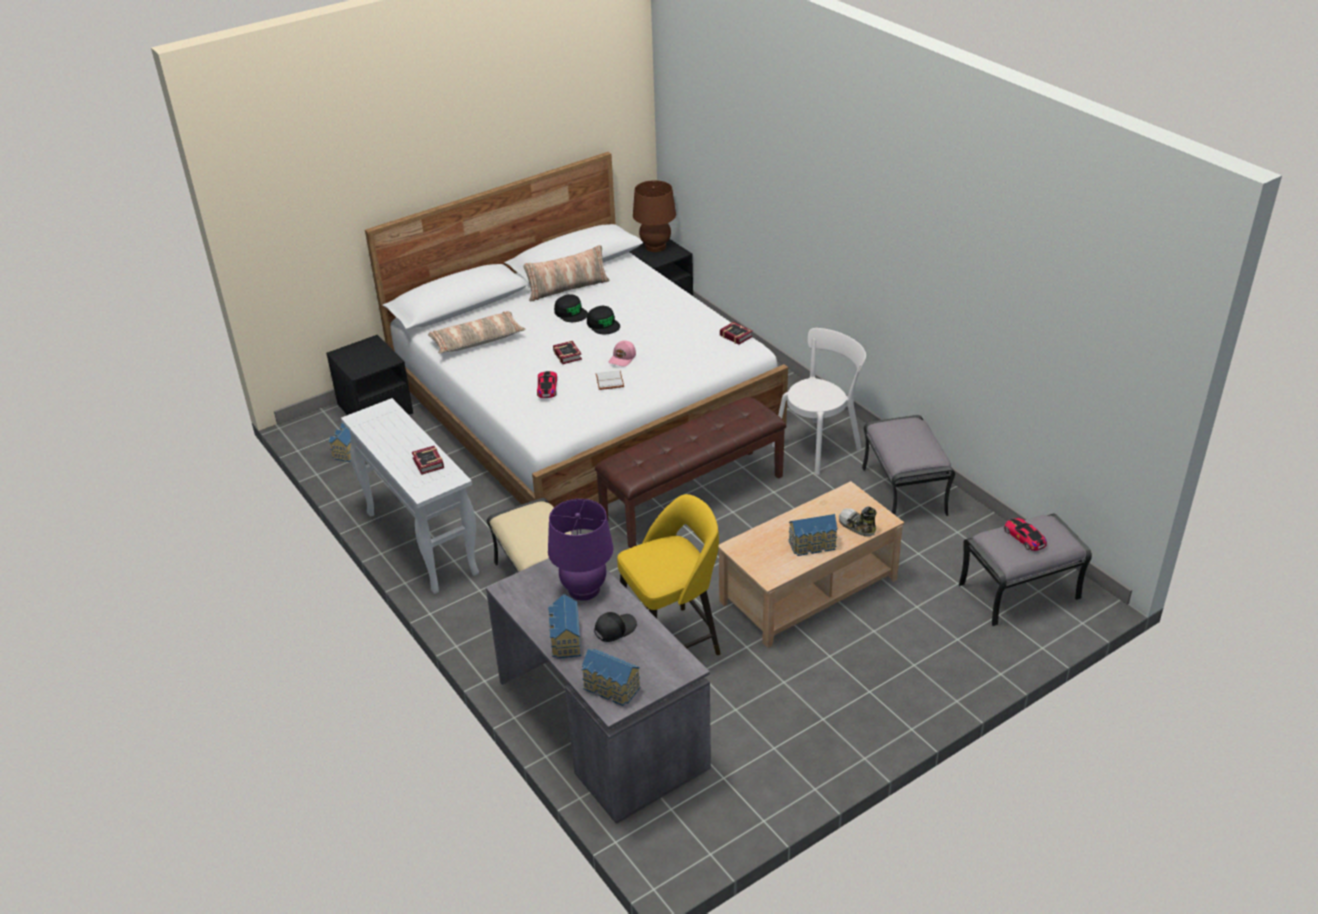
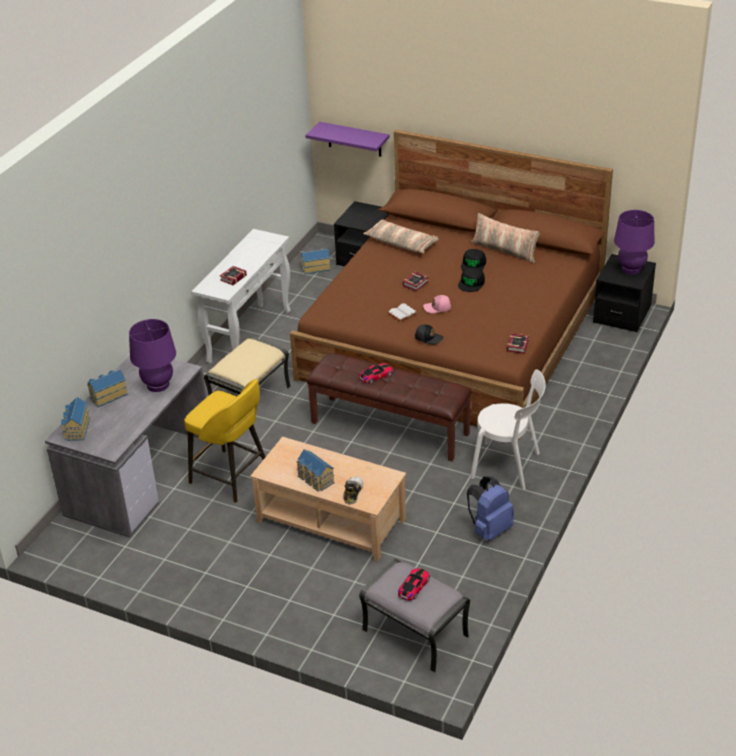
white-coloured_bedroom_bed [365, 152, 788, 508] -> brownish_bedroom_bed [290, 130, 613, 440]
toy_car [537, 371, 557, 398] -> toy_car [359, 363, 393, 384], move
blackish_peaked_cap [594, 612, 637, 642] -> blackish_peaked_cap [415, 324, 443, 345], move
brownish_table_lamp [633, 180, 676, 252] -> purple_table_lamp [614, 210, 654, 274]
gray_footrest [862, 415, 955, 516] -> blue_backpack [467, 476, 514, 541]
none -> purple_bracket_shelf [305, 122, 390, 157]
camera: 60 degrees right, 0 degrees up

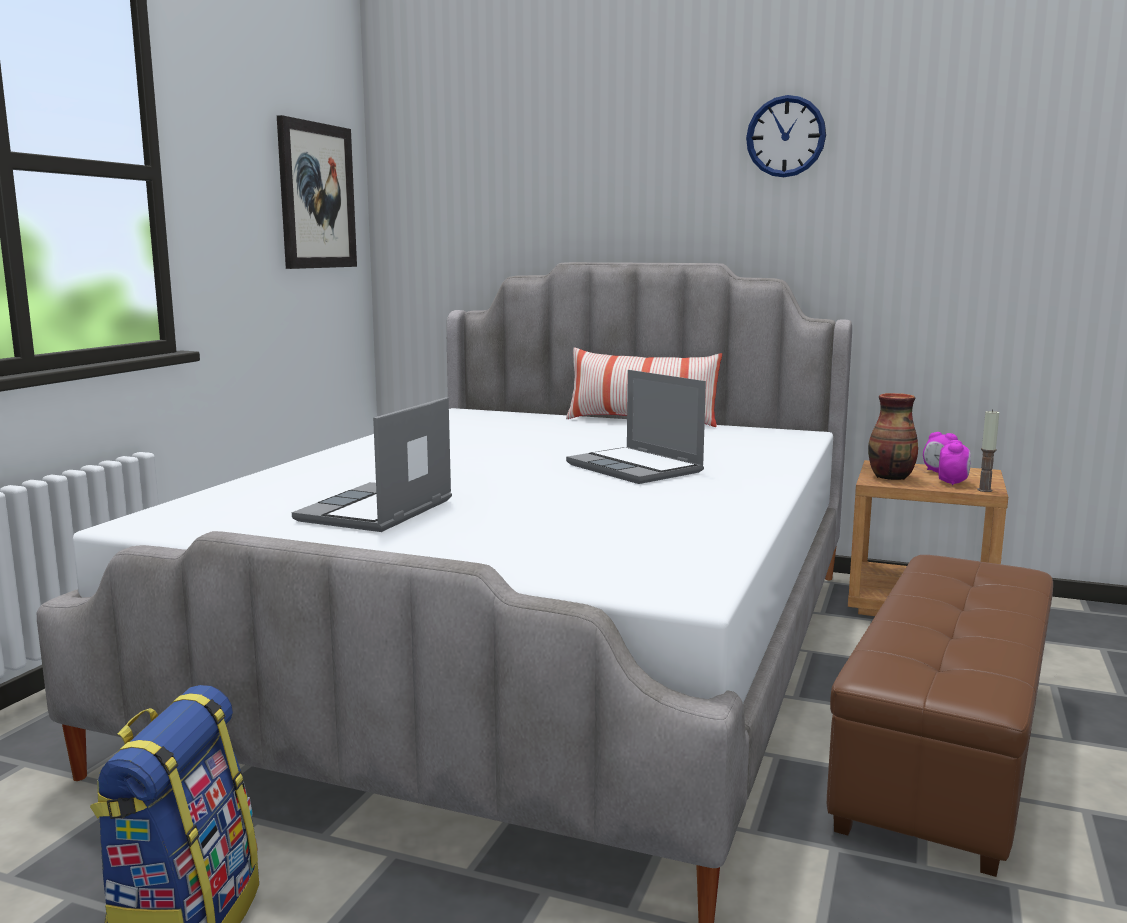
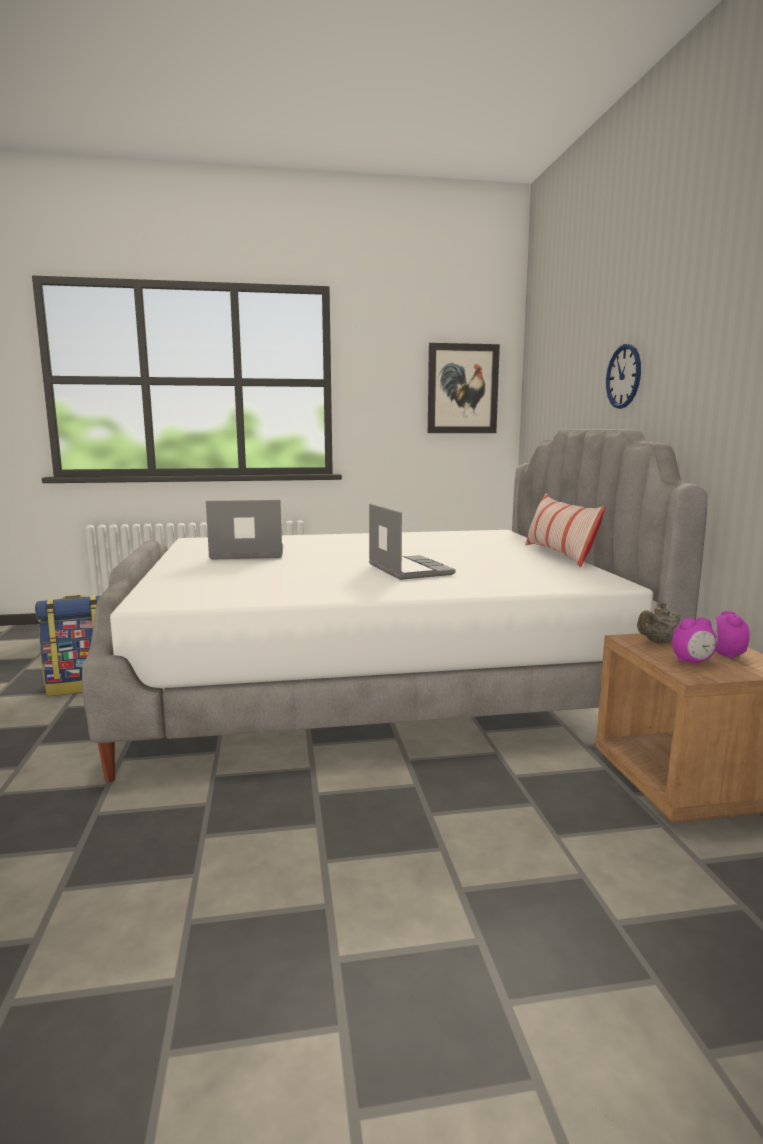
portable_computer [566, 370, 706, 484] -> portable_computer [369, 504, 456, 580], 135 degrees clockwise
clock_on_the_wall [746, 95, 826, 177] -> clock_on_the_wall [606, 344, 641, 409], move
brownish_footrest [827, 555, 1053, 877] -> none
decorative_vase [868, 393, 918, 480] -> sand-coloured_tea_pot [637, 602, 680, 644]
wax_candle [977, 409, 999, 492] -> none
camera: 60 degrees right, 0 degrees up

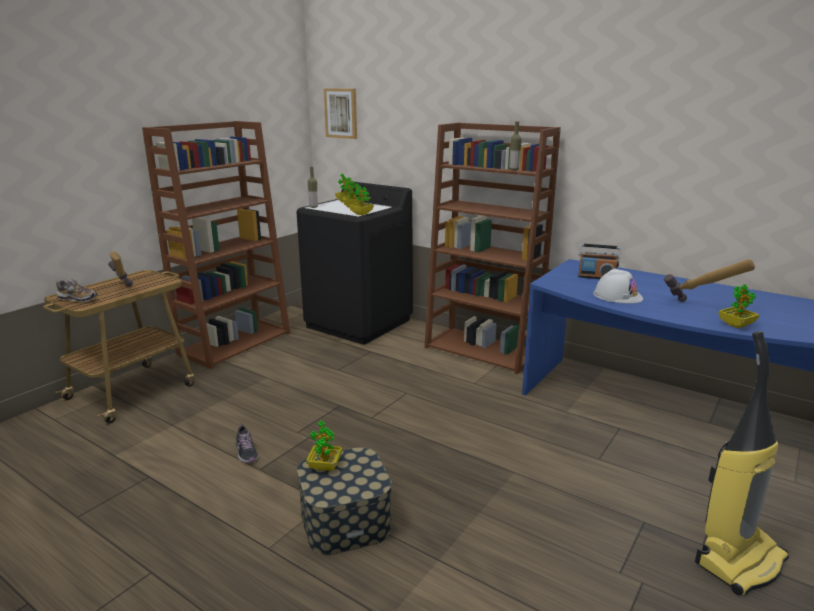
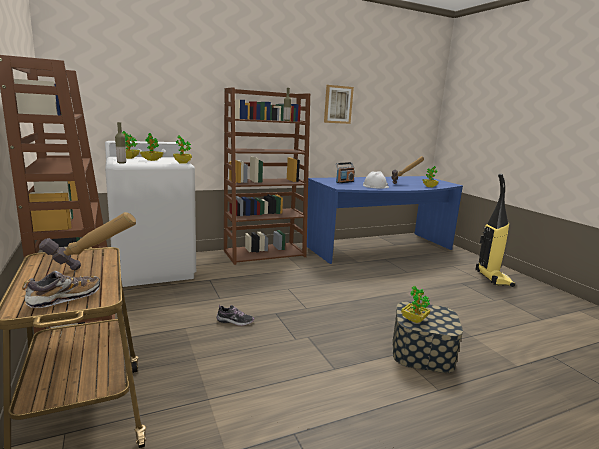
shoe [236, 423, 258, 463] -> shoe [216, 304, 254, 326], move
blackish_laundry_appliance [297, 182, 413, 345] -> white-coloured_laundry_appliance [105, 141, 196, 287]
wall_art [324, 88, 357, 139] -> wall_art [324, 85, 354, 124], move
camera: 60 degrees left, 5 degrees down

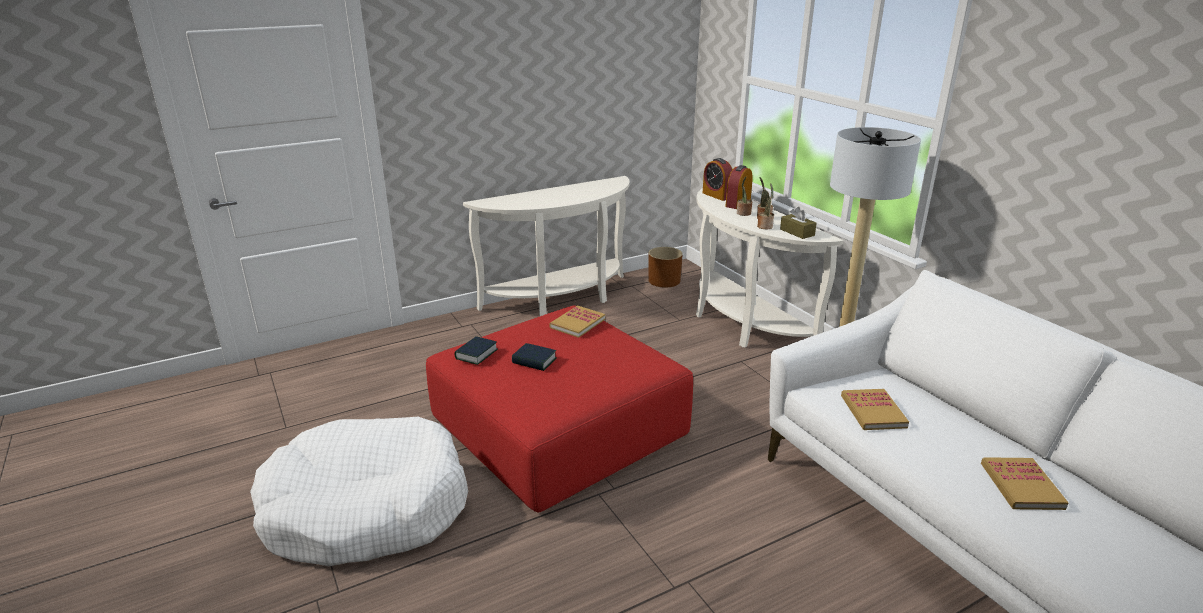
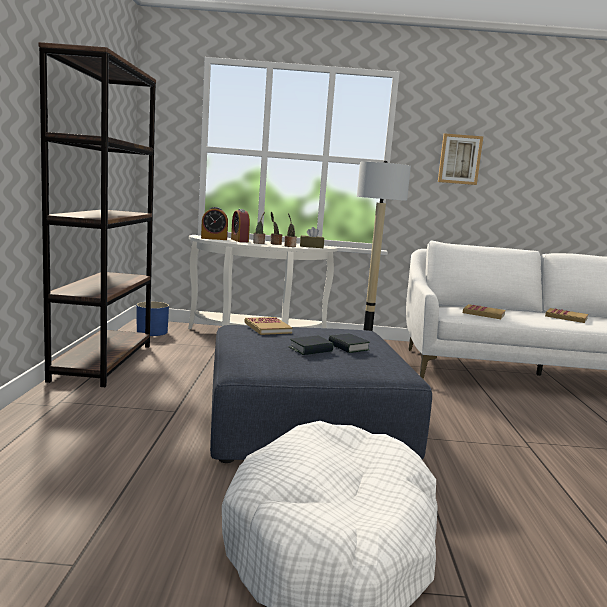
reddish_footrest [426, 306, 693, 513] -> blue_footrest [210, 325, 432, 463]
book [455, 336, 498, 365] -> book [328, 333, 370, 353], move
white-coloured_narrow_table [463, 176, 630, 316] -> brownish_bookcase [38, 42, 156, 387]
brownish_planter [648, 247, 683, 288] -> blue_planter [136, 302, 169, 336]
none -> wall_art [438, 133, 483, 185]
camera: 60 degrees left, 15 degrees down

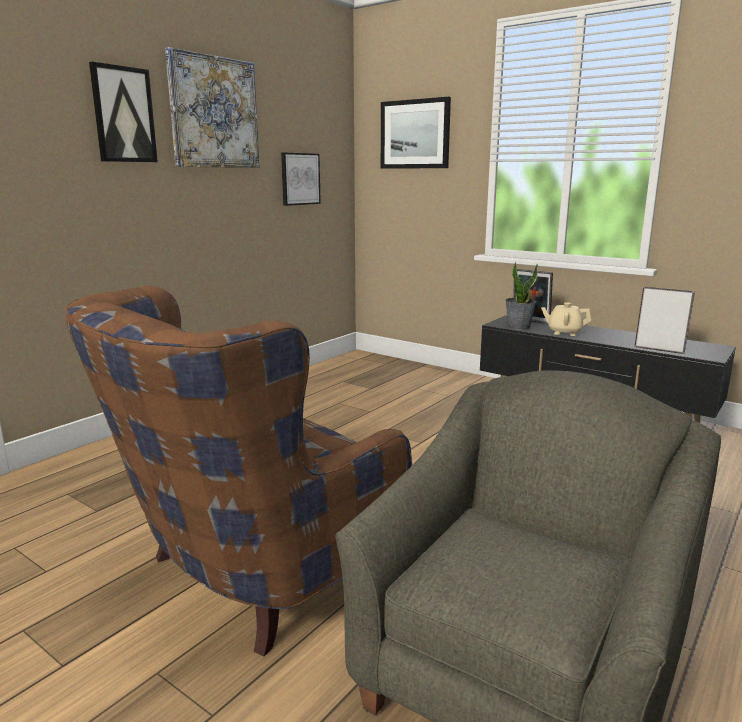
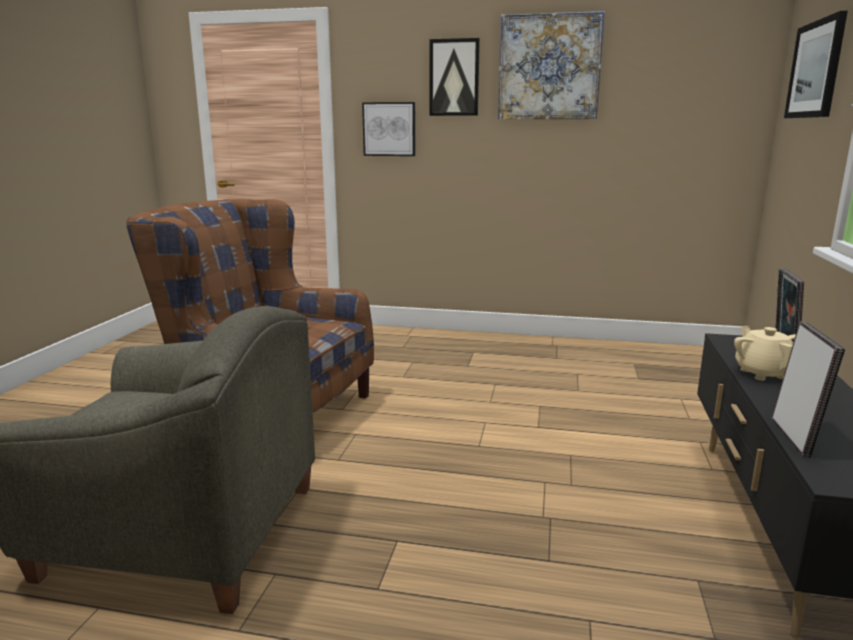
wall_art [281, 153, 321, 206] -> wall_art [362, 102, 415, 156], move
plant_in_a_pot [506, 262, 538, 330] -> none
camera: 65 degrees right, 0 degrees up

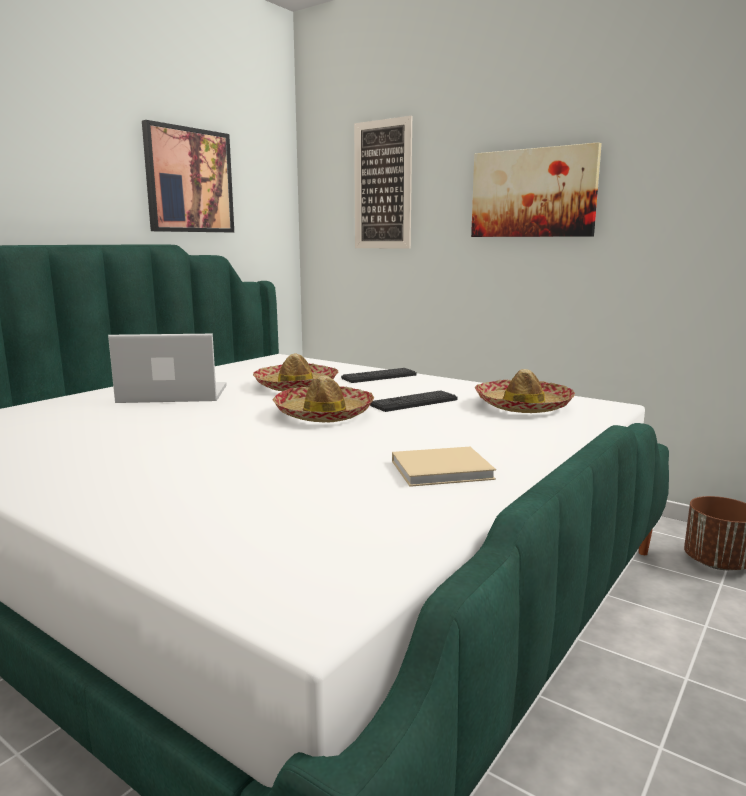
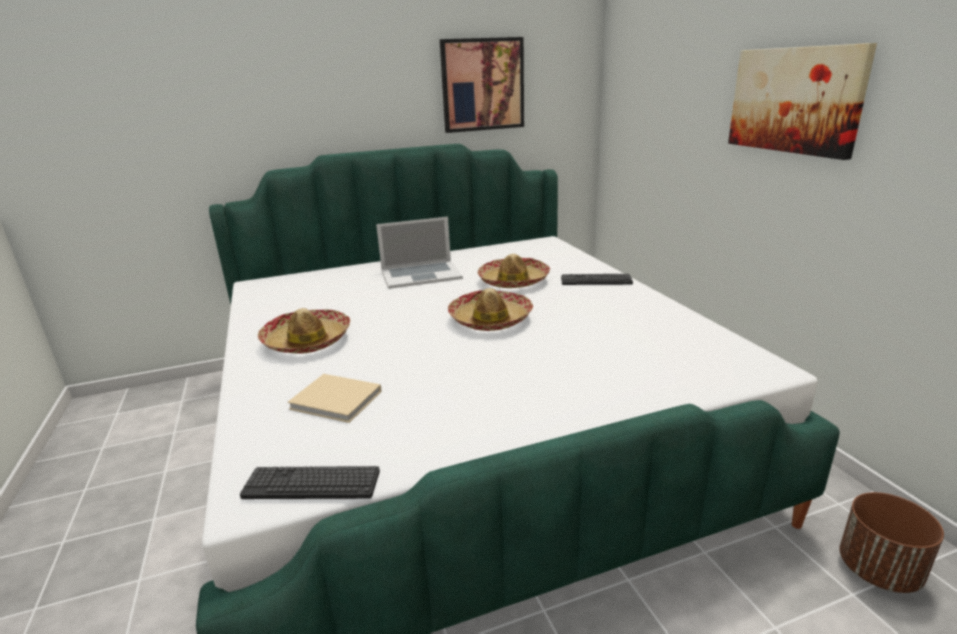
portable_computer [108, 334, 226, 403] -> portable_computer [376, 217, 463, 289], 135 degrees clockwise
wall_art [354, 116, 412, 249] -> none
PC_keyboard [370, 390, 457, 412] -> PC_keyboard [240, 466, 380, 499], move
sand-coloured_book [392, 447, 496, 487] -> sand-coloured_book [288, 374, 382, 423], move
hat [475, 369, 575, 413] -> hat [258, 308, 350, 354], move
camera: 35 degrees right, 10 degrees up

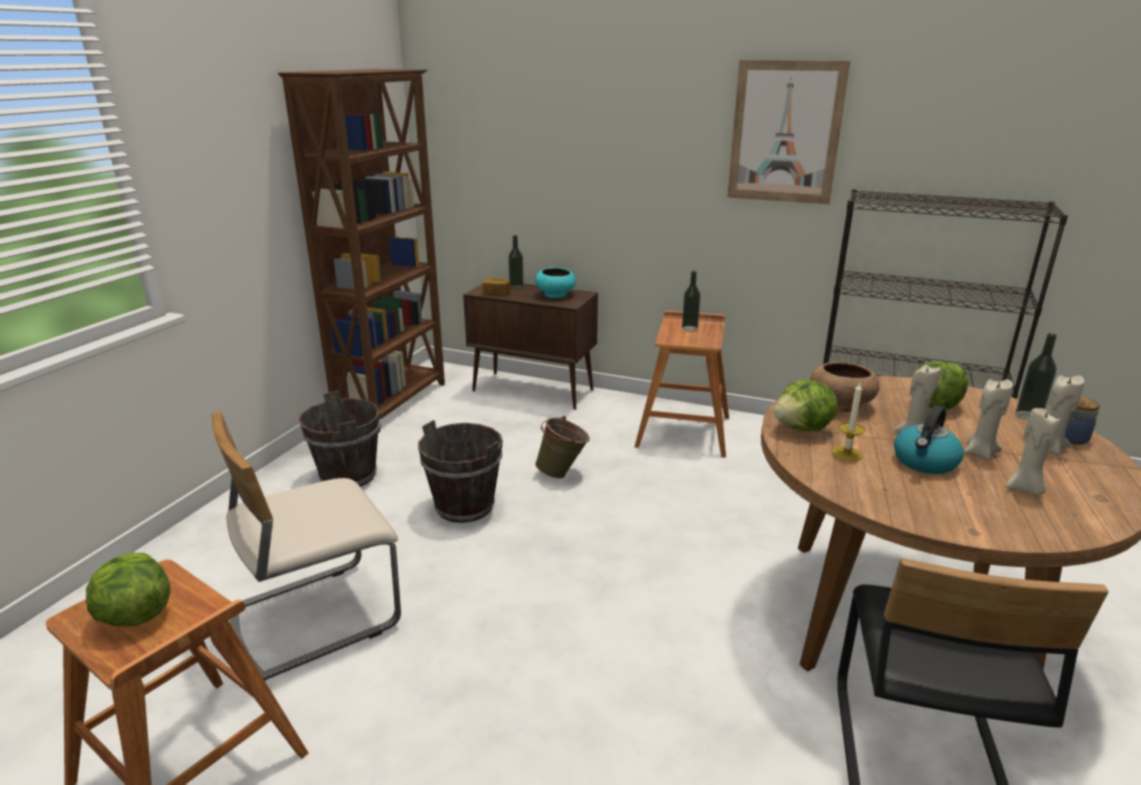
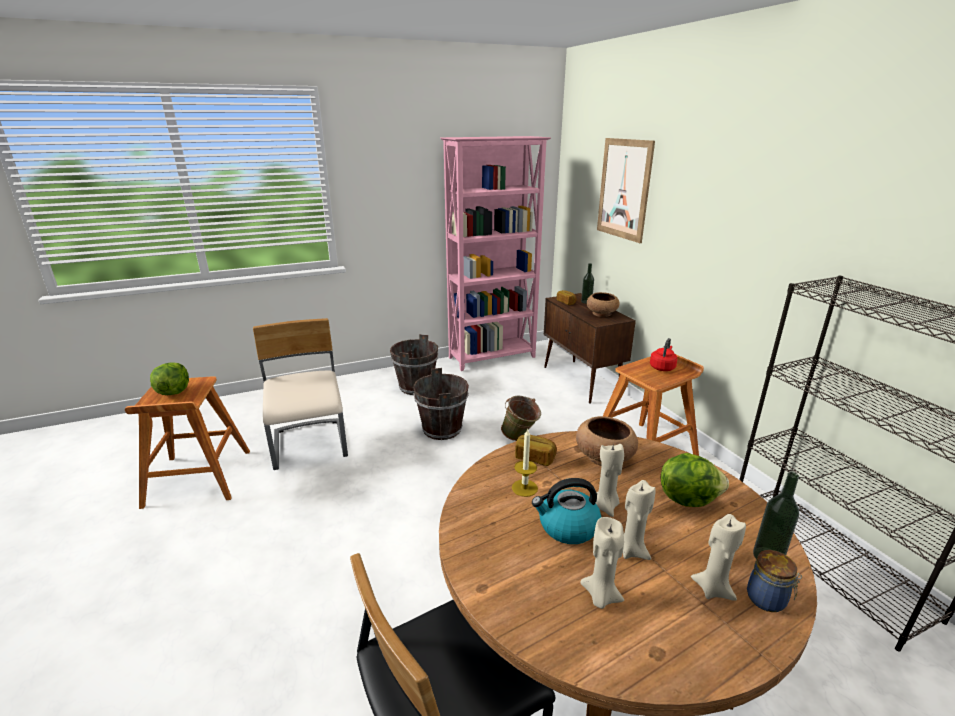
sand-coloured_chair [212, 411, 401, 681] -> sand-coloured_chair [253, 318, 348, 470], 60 degrees clockwise
brownish_bookcase [278, 69, 445, 433] -> pinkish_bookcase [440, 136, 551, 371]
turquoise-coloured_serving_bowl [535, 267, 576, 298] -> brownish_serving_bowl [587, 292, 620, 317]
drink_bottle [682, 271, 701, 331] -> reddish_water_kettle [650, 338, 678, 371]
wall_art [727, 60, 850, 204] -> wall_art [597, 138, 655, 243], move
lettuce [773, 379, 838, 431] -> baked_bread [515, 435, 557, 466]
camera: 45 degrees right, 0 degrees up

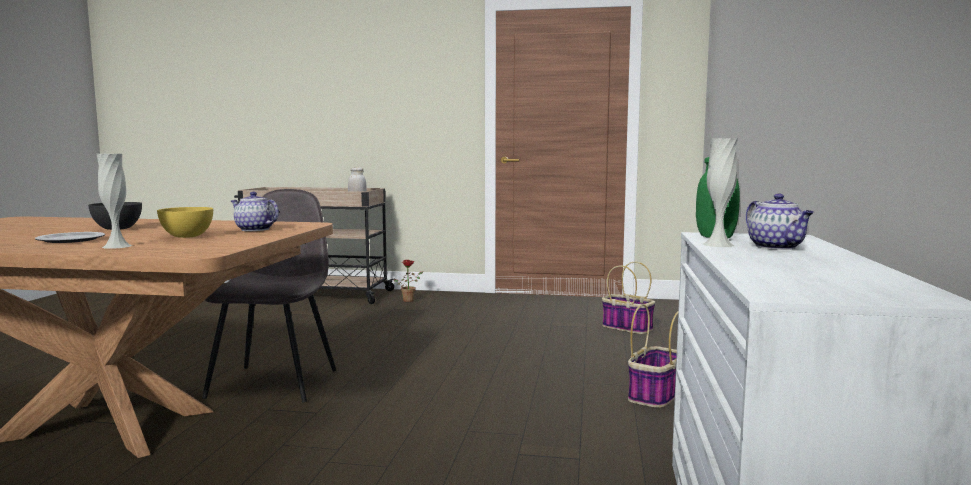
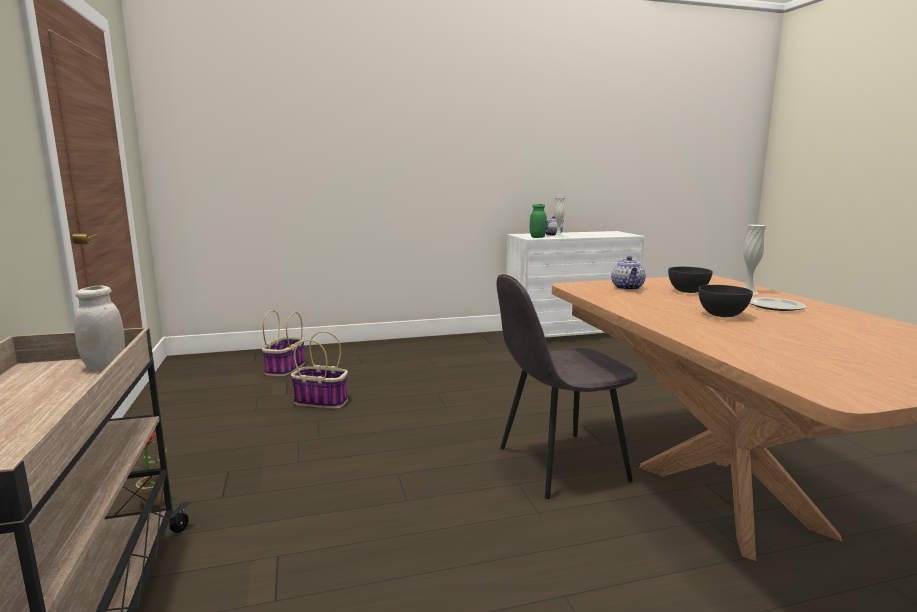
yellowish_serving_bowl [157, 207, 213, 238] -> gray_serving_bowl [668, 267, 713, 293]
household_basket [628, 304, 678, 408] -> household_basket [291, 331, 348, 408], move
camera: 115 degrees left, 5 degrees up

